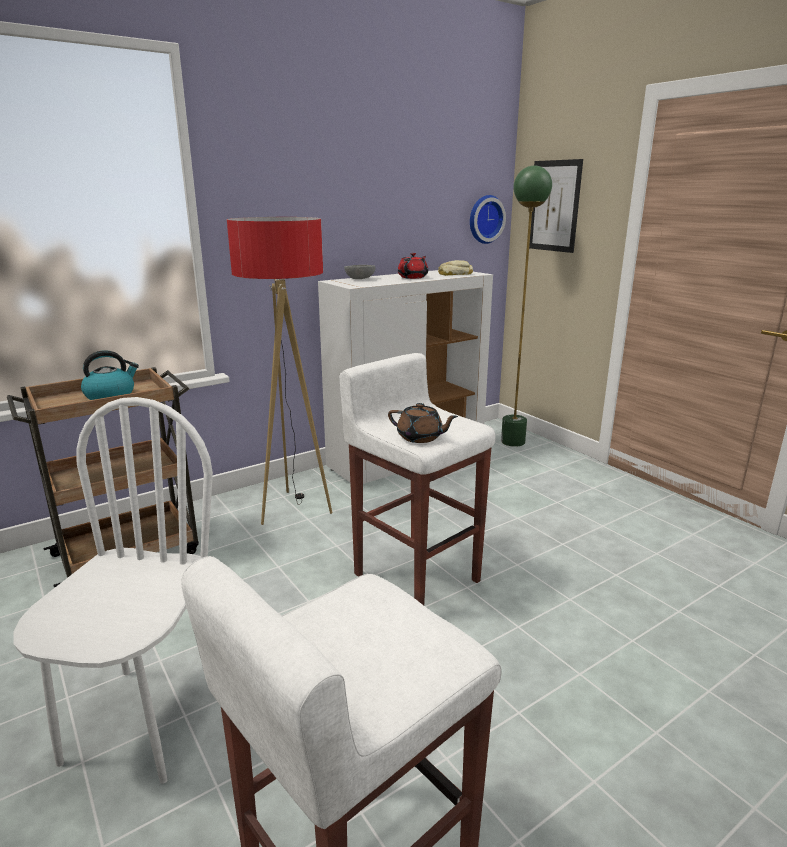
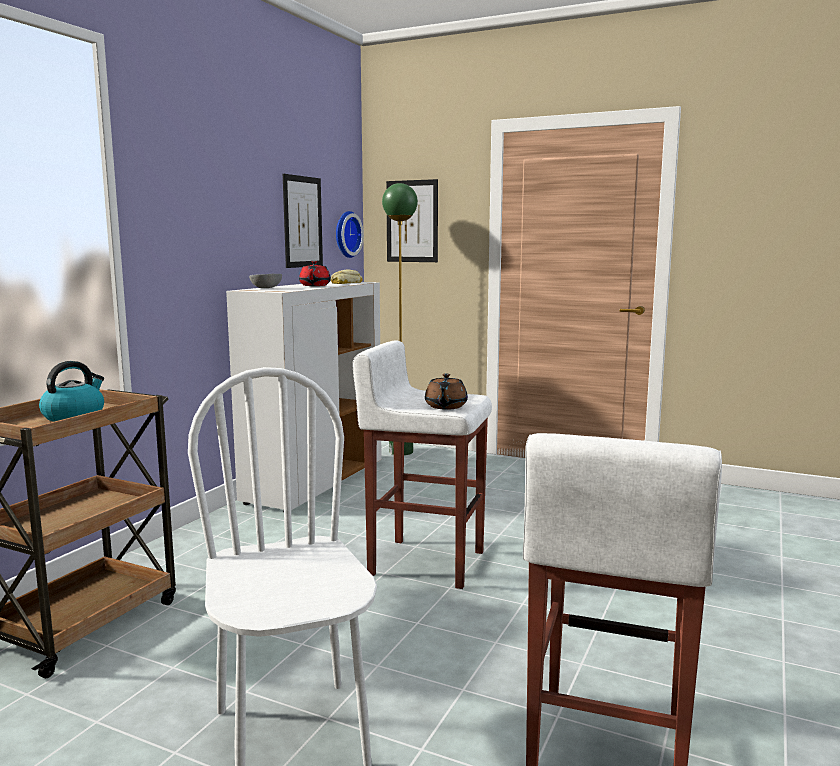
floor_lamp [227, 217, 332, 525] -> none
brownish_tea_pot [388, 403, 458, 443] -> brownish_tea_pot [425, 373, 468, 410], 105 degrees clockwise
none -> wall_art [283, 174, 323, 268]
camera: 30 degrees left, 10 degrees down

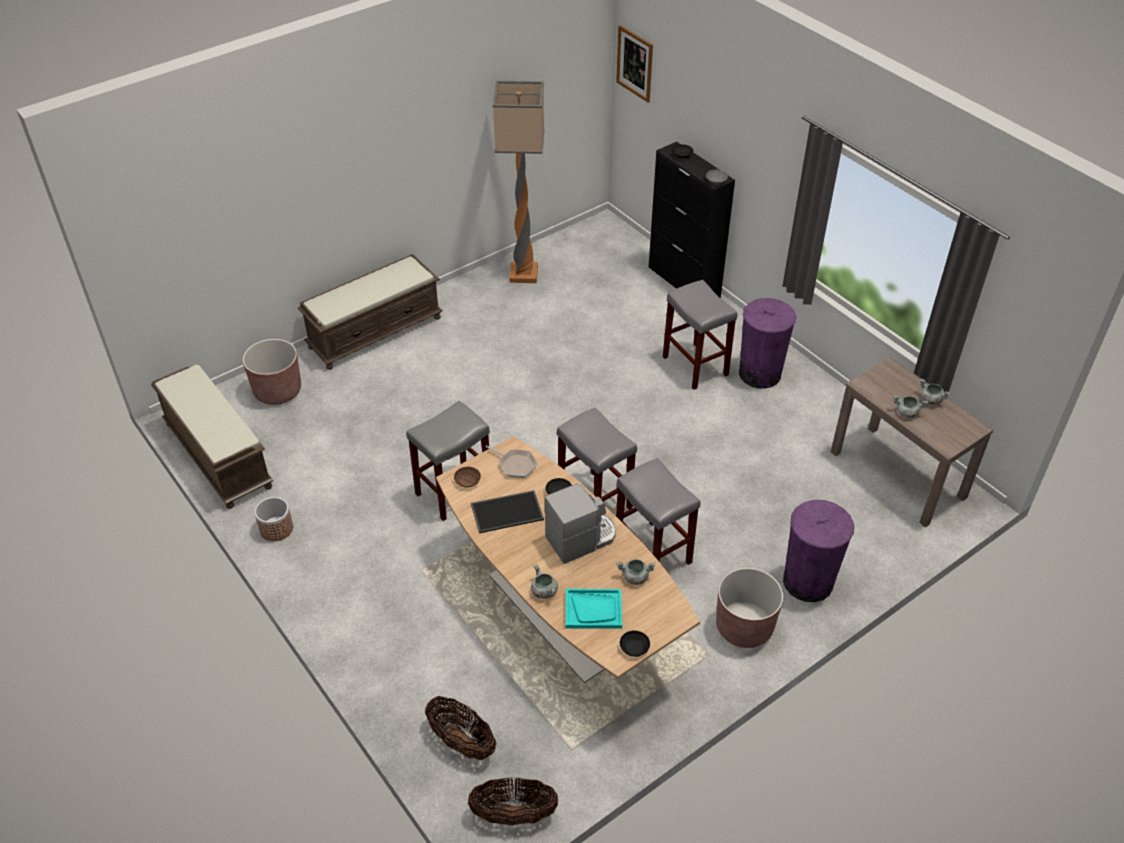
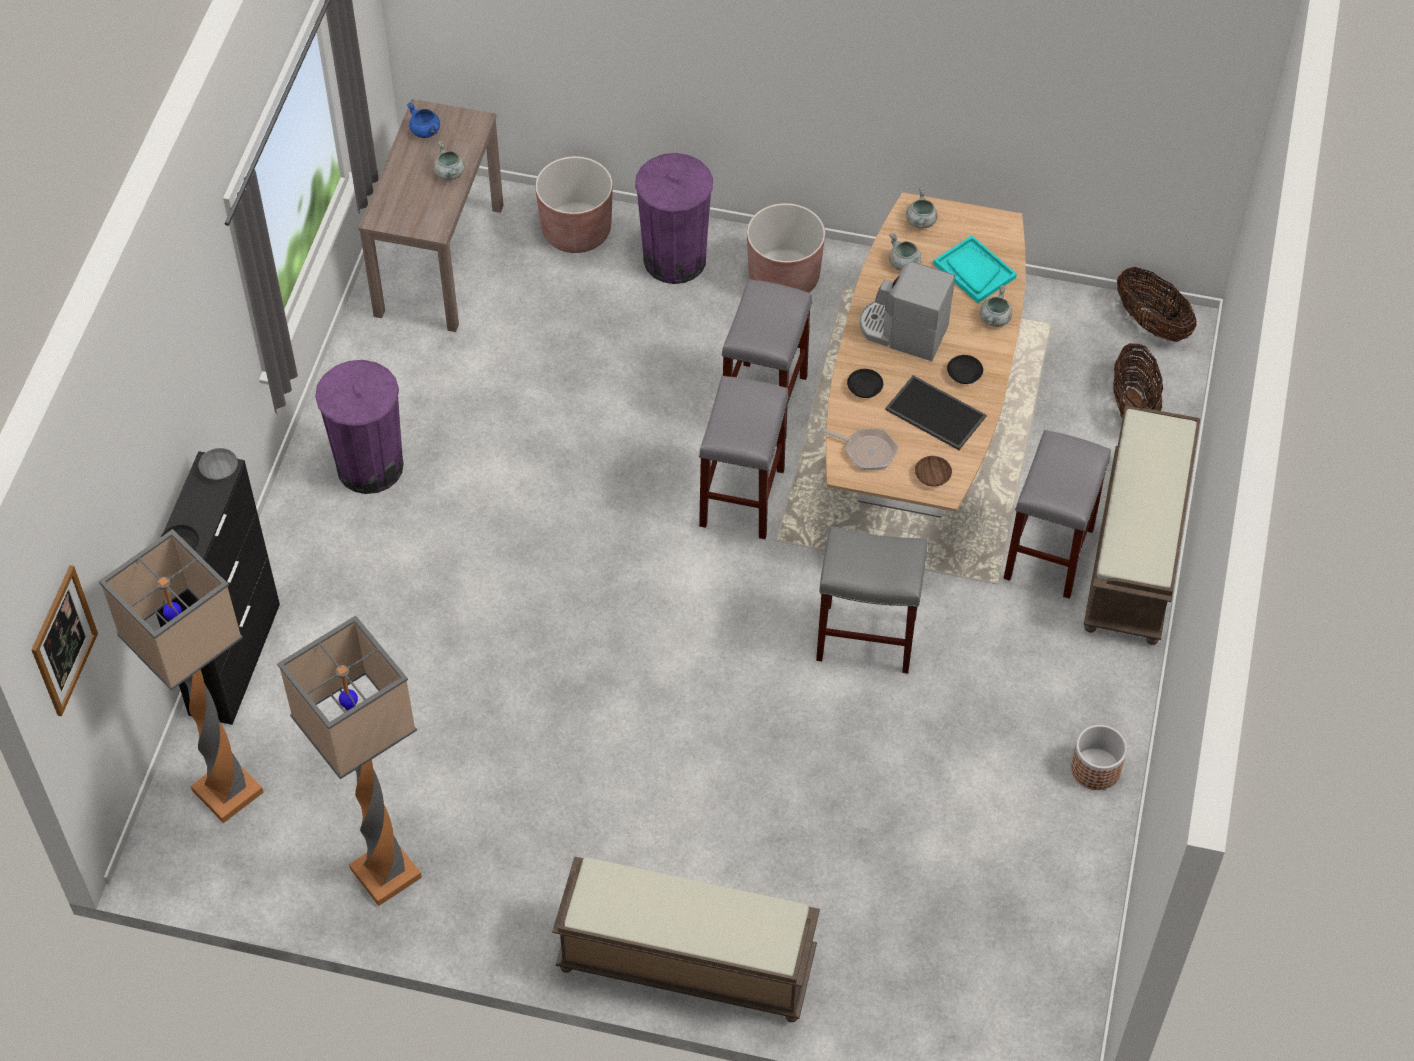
brownish_indoor_bench [151, 364, 273, 509] -> brownish_indoor_bench [1084, 406, 1200, 645], move
brownish_planter [243, 339, 301, 405] -> brownish_planter [535, 156, 613, 253], move
pan [486, 445, 537, 478] -> pan [820, 428, 898, 470], 120 degrees clockwise
blackish_serving_bowl [620, 631, 650, 657] -> blackish_serving_bowl [947, 355, 983, 384], move
gray_stool_seat [663, 280, 738, 390] -> gray_stool_seat [1003, 430, 1111, 599], move
gray_cooking_pot [919, 378, 951, 405] -> gray_cooking_pot [906, 187, 938, 228], move
none -> floor_lamp [99, 529, 264, 823]
none -> blue_cooking_pot [407, 102, 440, 138]
camera: 130 degrees left, 10 degrees up

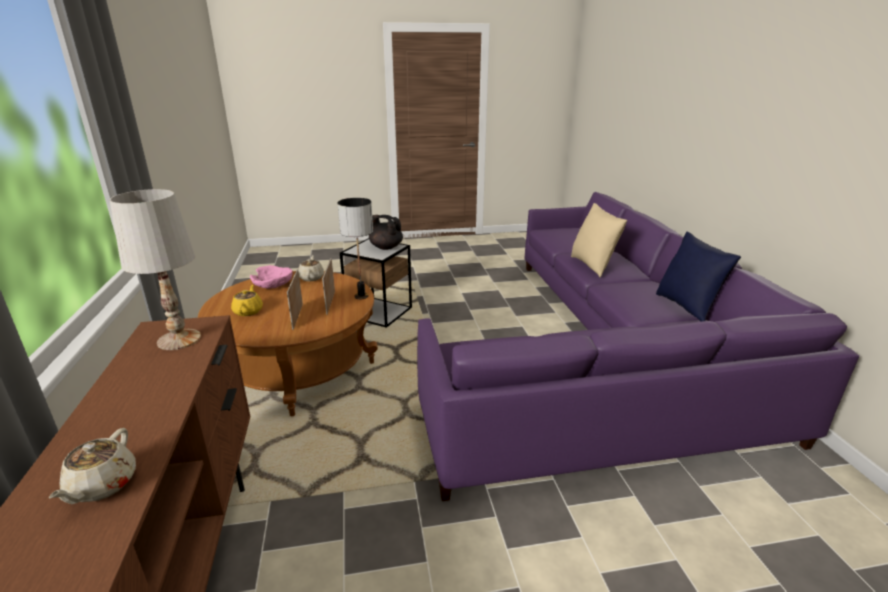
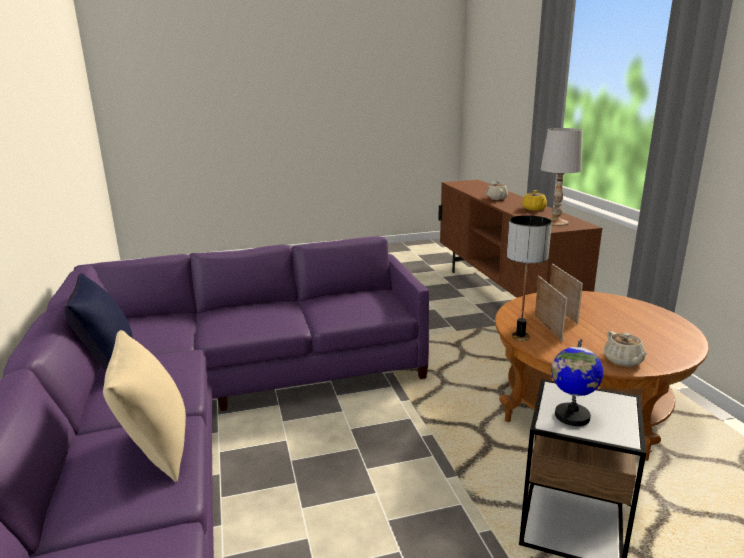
yellowish_tea_pot [231, 285, 263, 316] -> yellowish_tea_pot [522, 190, 547, 211], move
pinkish_serving_bowl [250, 265, 293, 289] -> none
blackish_tea_pot [369, 215, 403, 250] -> desk_globe [552, 339, 603, 426]
camera: 175 degrees right, 5 degrees down

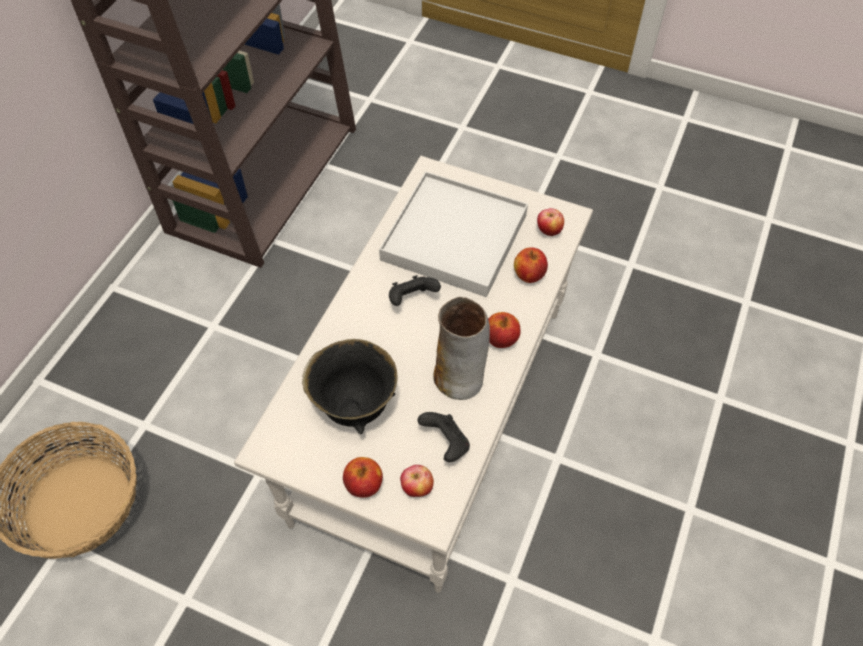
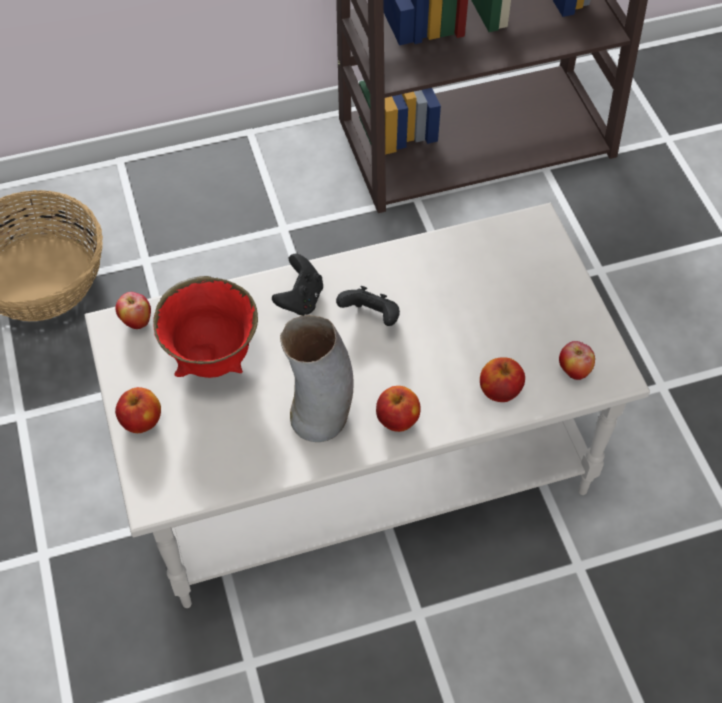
blackish_serving_bowl [302, 339, 397, 434] -> reddish_serving_bowl [153, 276, 258, 378]
white-coloured_carrying_tray [379, 171, 528, 297] -> none
apple_fruit [400, 465, 434, 497] -> apple_fruit [115, 292, 151, 329], move
blackish_game_controller [417, 412, 470, 462] -> blackish_game_controller [272, 254, 323, 316], move
camera: 50 degrees right, 0 degrees up

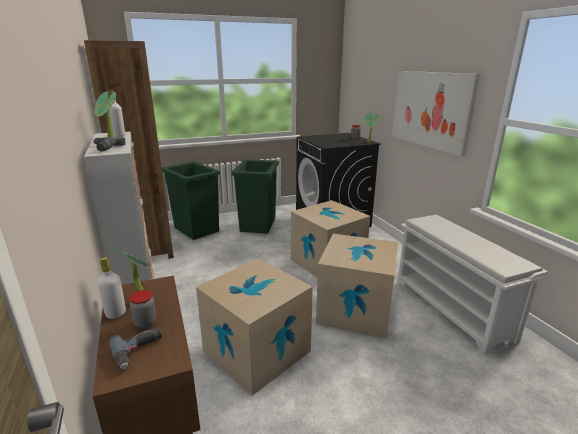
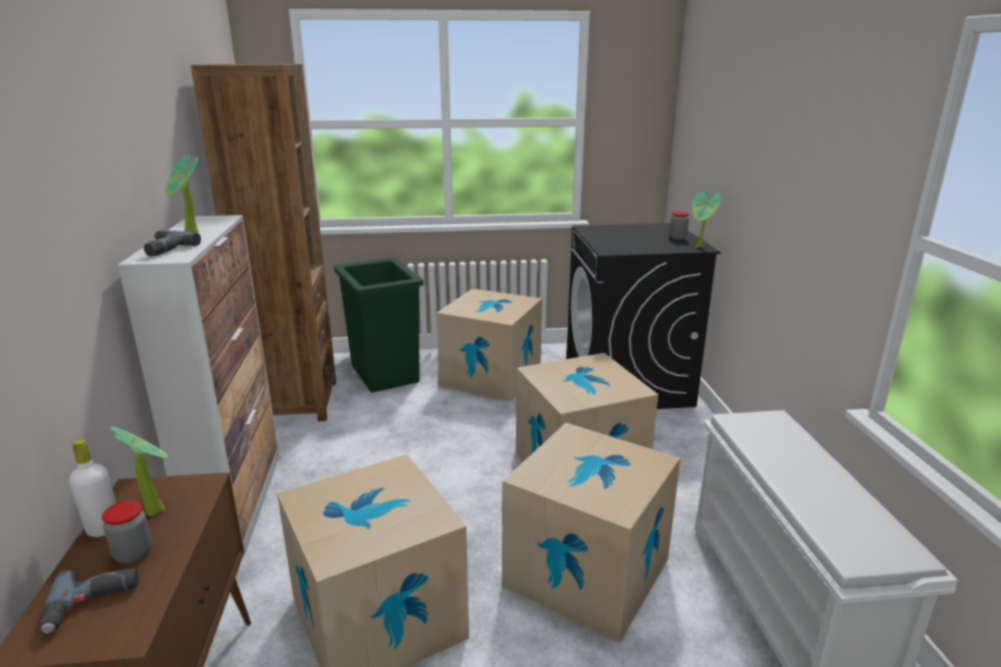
white-coloured_drink_bottle [109, 90, 125, 137] -> none
greenish_trash_can [231, 159, 279, 234] -> packing_box [436, 288, 542, 401]
wall_art [392, 71, 480, 156] -> none
camera: 15 degrees right, 0 degrees up

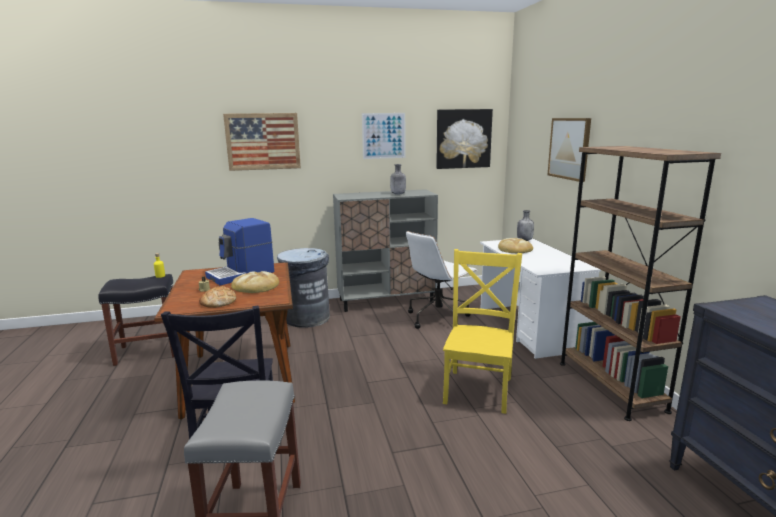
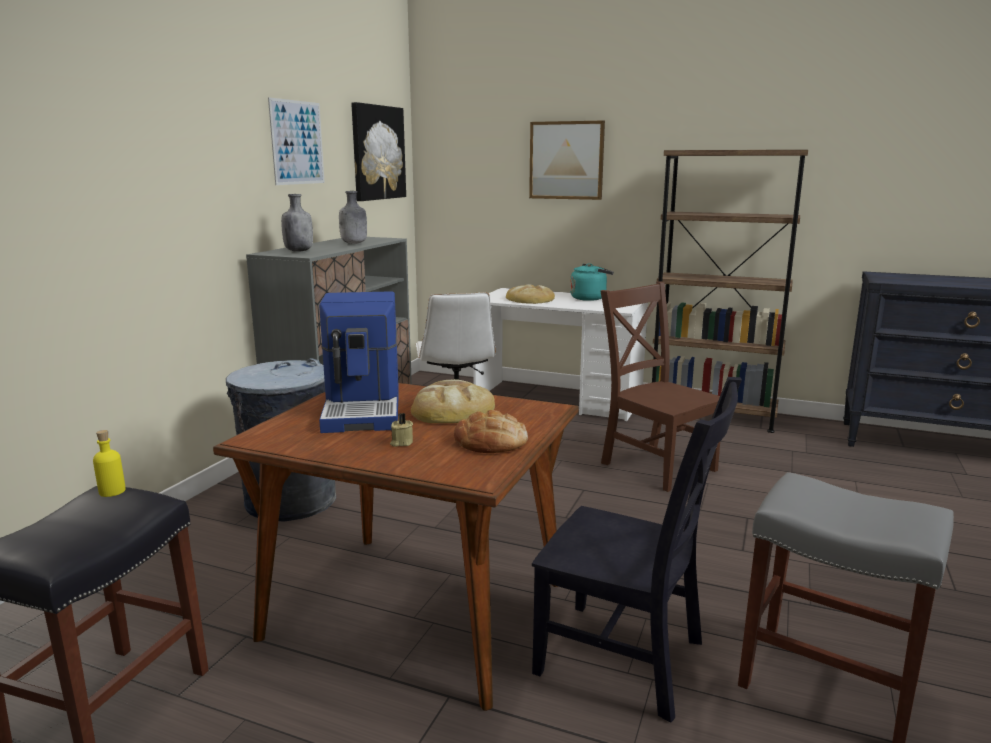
wall_art [223, 113, 301, 171] -> none
yellowish_chair [443, 249, 522, 414] -> brownish_chair [600, 281, 720, 492]
gray_drink_bottle [517, 210, 534, 241] -> gray_drink_bottle [281, 194, 313, 252], move
none -> turquoise-coloured_water_kettle [570, 263, 614, 301]
camera: 55 degrees left, 0 degrees up

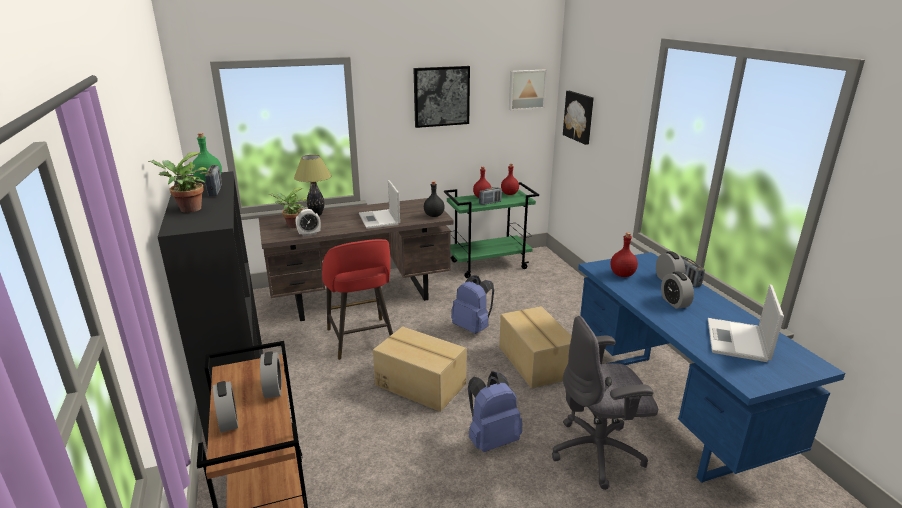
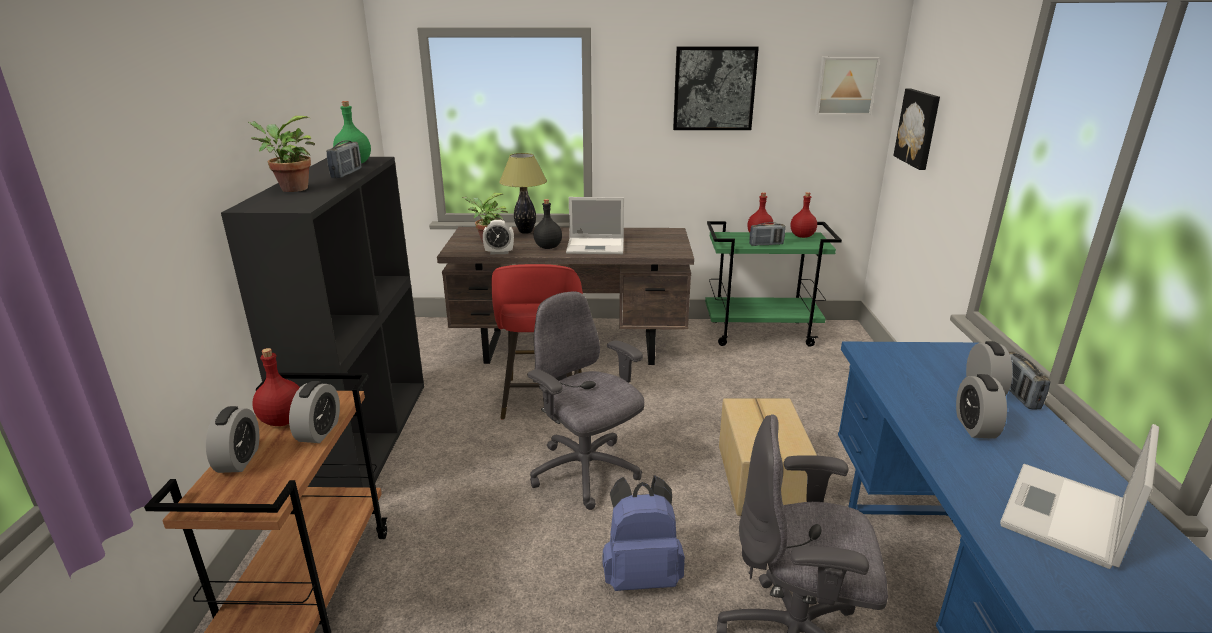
portable_computer [359, 180, 400, 229] -> portable_computer [566, 197, 624, 254], 90 degrees counterclockwise
packing_box [373, 326, 467, 412] -> gray_office_chair [527, 291, 644, 510]
blackish_drink_bottle [424, 181, 445, 217] -> blackish_drink_bottle [534, 199, 562, 249], move
blue_backpack [451, 275, 494, 334] -> none
reddish_drink_bottle [611, 233, 638, 277] -> reddish_drink_bottle [252, 348, 300, 426], move
camera: 20 degrees right, 0 degrees up

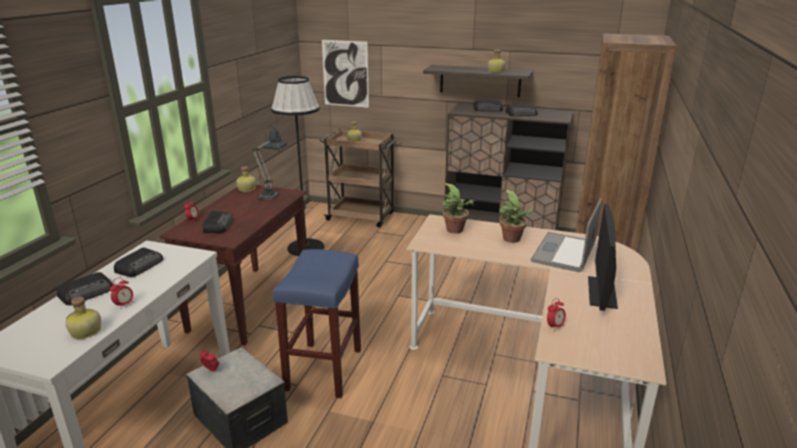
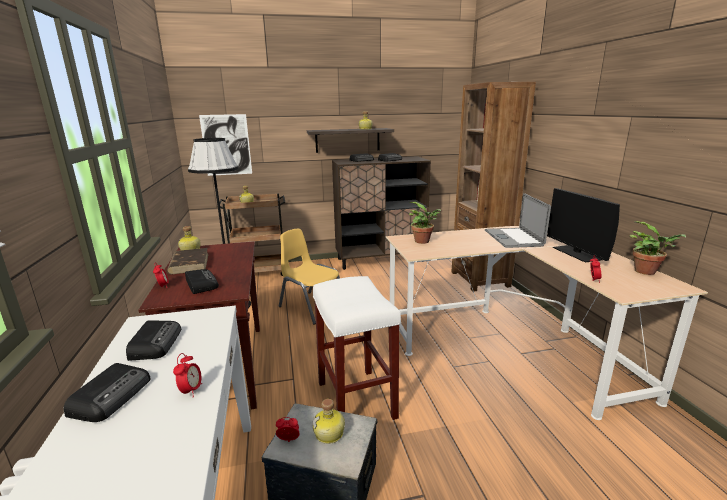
drink_bottle [65, 297, 101, 339] -> drink_bottle [313, 399, 345, 444], move
table_lamp [252, 127, 287, 200] -> none
blue_stool_seat [273, 249, 361, 398] -> white-coloured_stool_seat [313, 276, 401, 420]
plant_in_a_pot [499, 190, 537, 243] -> plant_in_a_pot [630, 221, 686, 275], move
none -> brownish_book [167, 248, 209, 274]
none -> yellowish_chair [279, 229, 340, 324]
camera: 30 degrees left, 5 degrees down

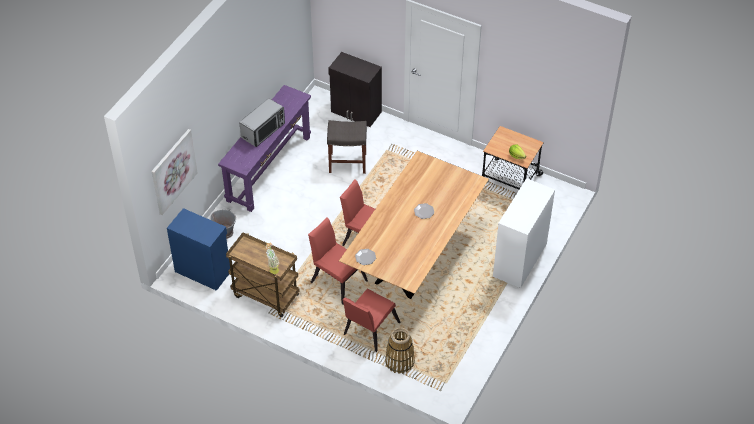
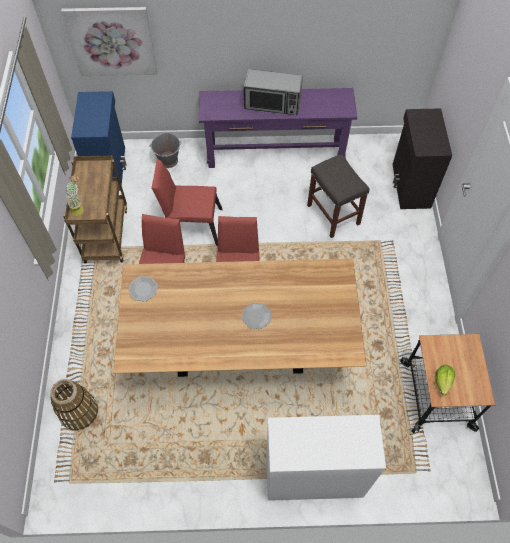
reddish_chair [343, 289, 400, 352] -> reddish_chair [151, 160, 223, 246], move
camera: 60 degrees right, 10 degrees up

